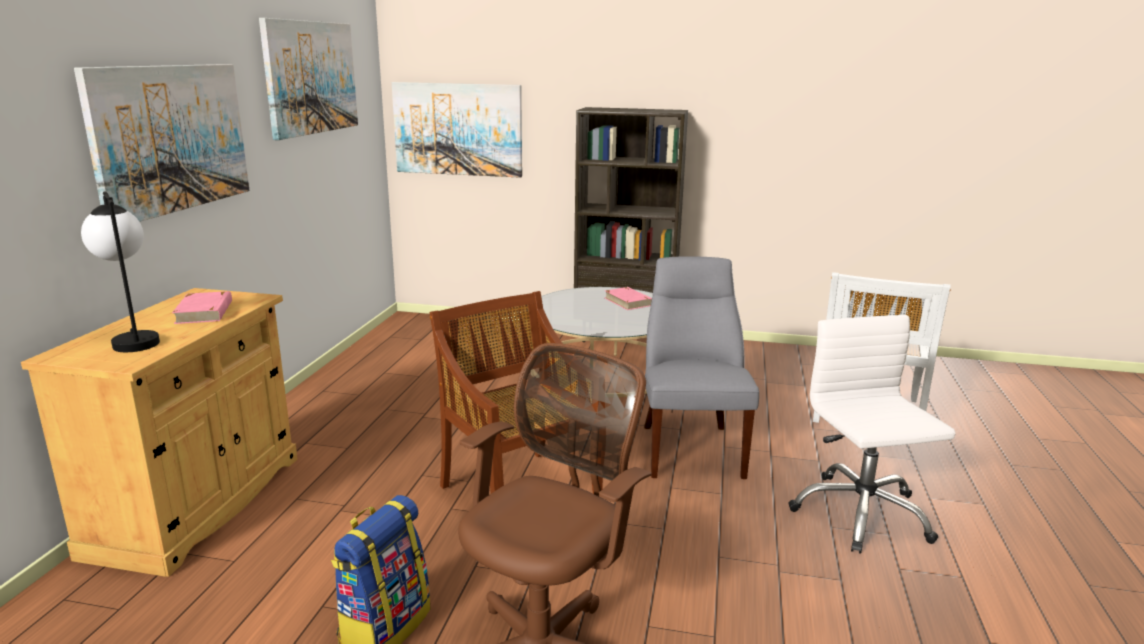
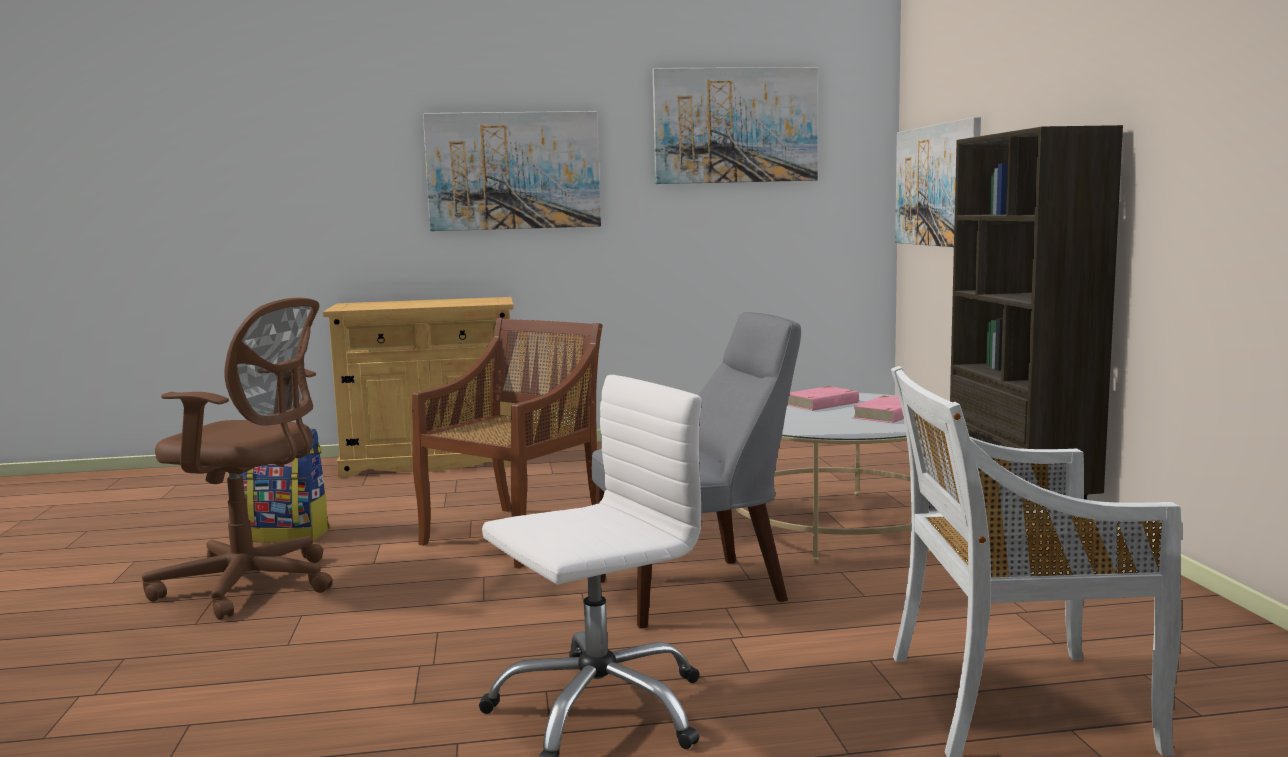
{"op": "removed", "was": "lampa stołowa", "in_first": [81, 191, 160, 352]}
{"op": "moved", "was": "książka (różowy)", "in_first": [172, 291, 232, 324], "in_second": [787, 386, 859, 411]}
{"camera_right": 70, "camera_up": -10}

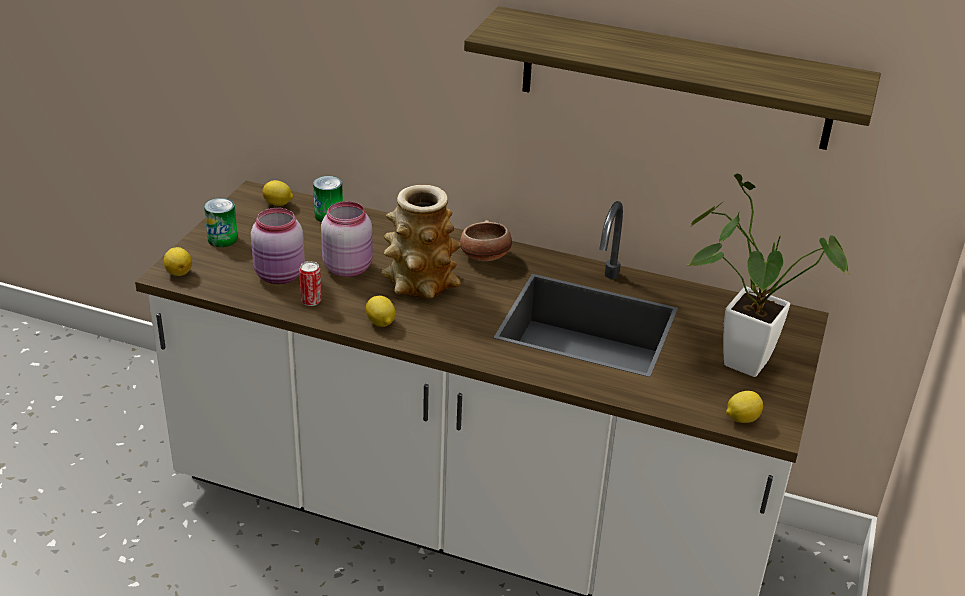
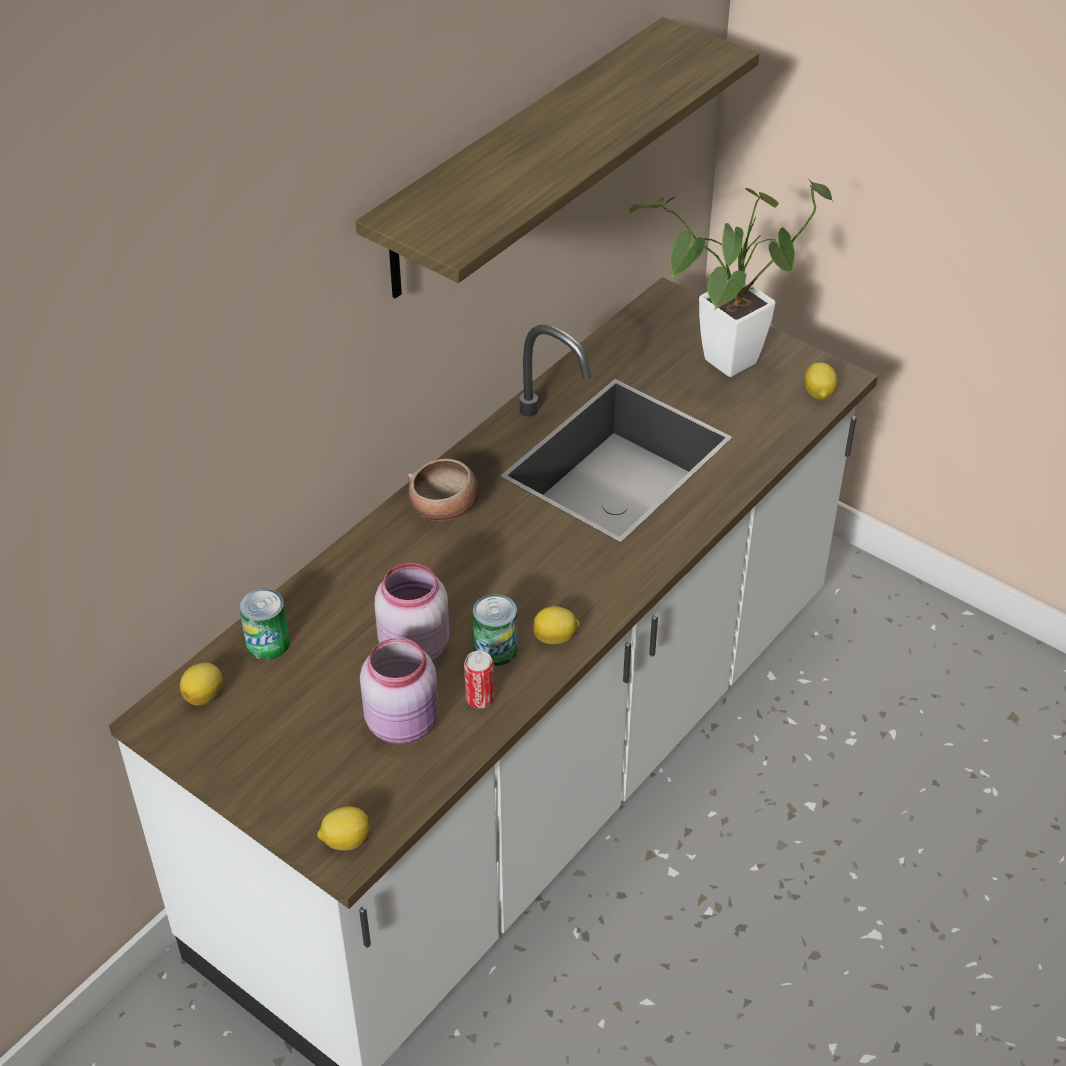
{"op": "moved", "was": "puszka", "in_first": [204, 198, 238, 247], "in_second": [473, 594, 518, 666]}
{"op": "removed", "was": "wazon", "in_first": [381, 185, 461, 298]}
{"camera_right": -70, "camera_up": 10}

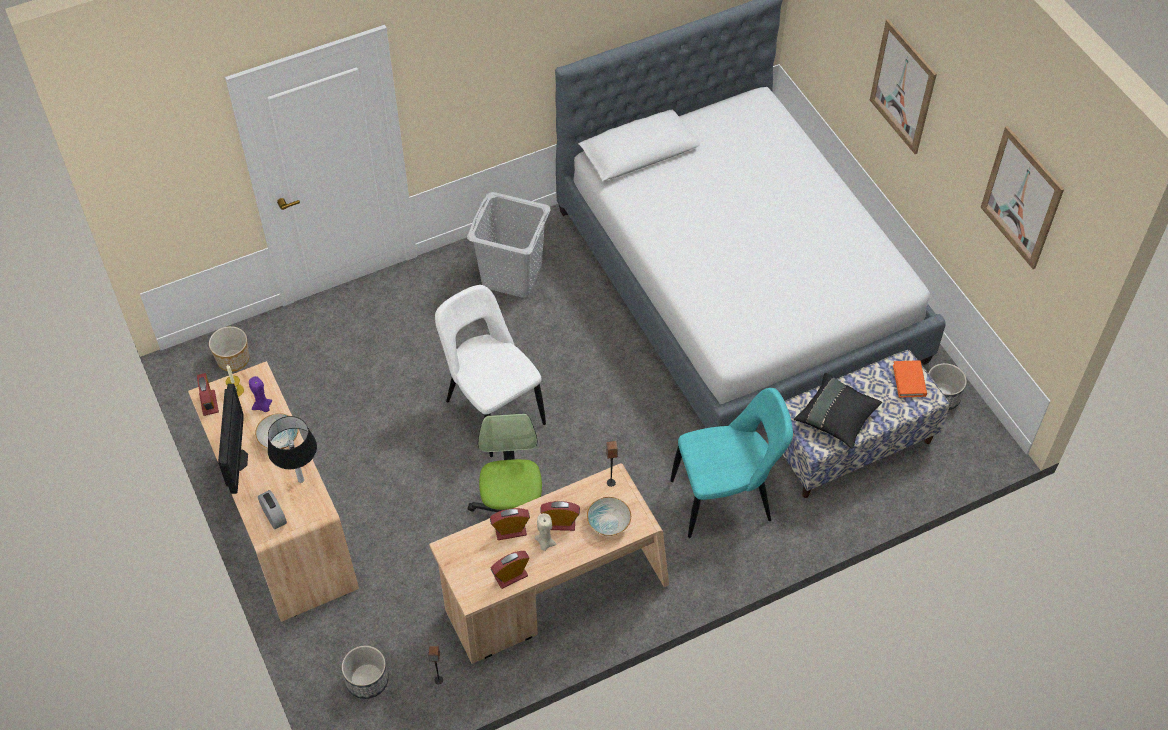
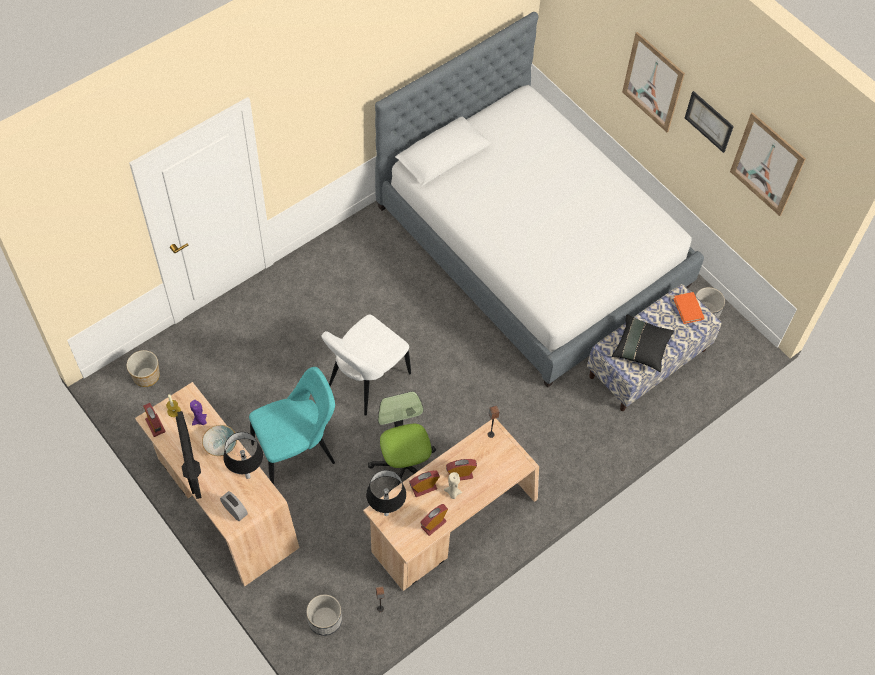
{"op": "turned", "was": "krzesło (biały)", "in_first": [435, 285, 546, 457], "in_second": [322, 314, 411, 416], "clockwise": -90}
{"op": "removed", "was": "kosz na pranie (szary)", "in_first": [467, 192, 551, 298]}
{"op": "removed", "was": "miska", "in_first": [587, 497, 631, 536]}
{"op": "moved", "was": "krzesło (turkusowy)", "in_first": [670, 388, 793, 538], "in_second": [249, 367, 335, 485]}
{"op": "added", "now": "lampa stołowa (czarny)", "in_second": [366, 470, 406, 516]}
{"op": "added", "now": "obraz", "in_second": [685, 91, 734, 153]}
{"camera_right": -15, "camera_up": 5}

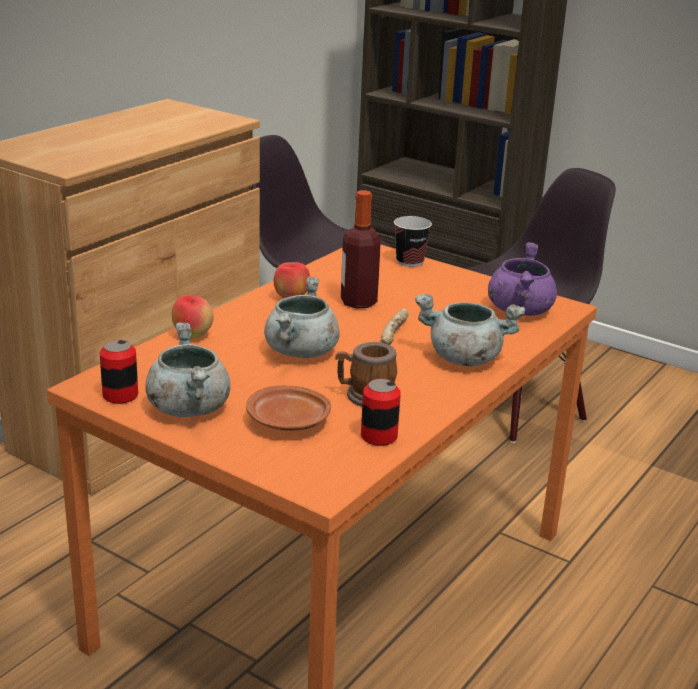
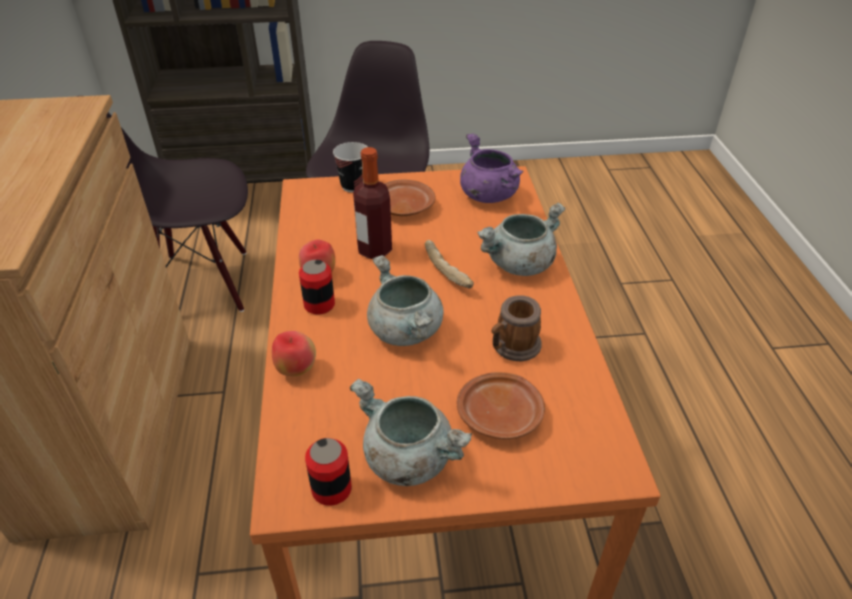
{"op": "moved", "was": "puszka", "in_first": [361, 379, 401, 446], "in_second": [299, 259, 335, 315]}
{"op": "added", "now": "talerz (brązowy)", "in_second": [384, 180, 435, 216]}
{"camera_right": -40, "camera_up": 15}

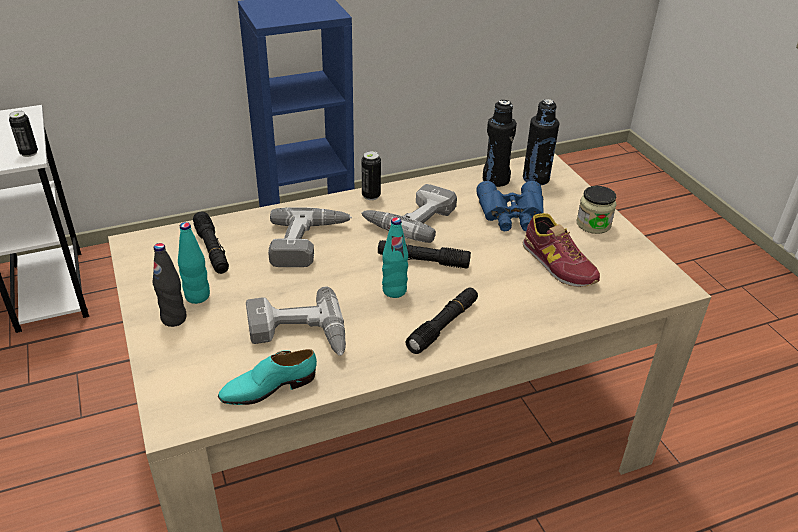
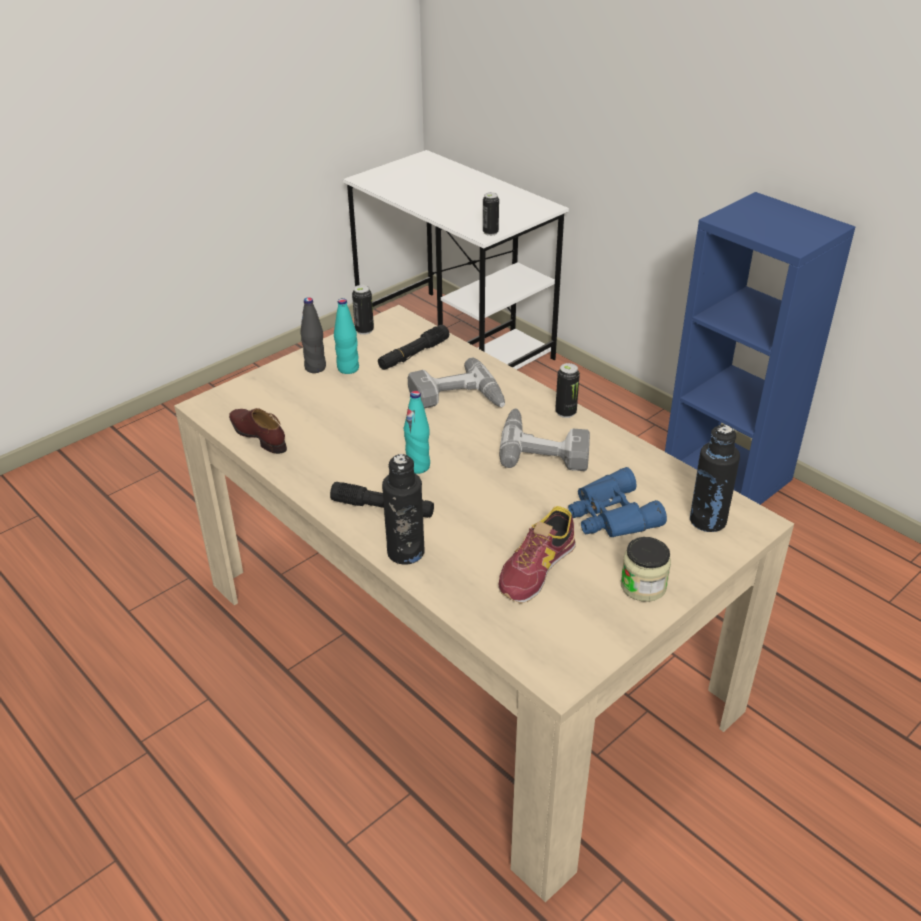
{"op": "recoloured", "was": "but (turkusowy)", "now": "but (brązowy)", "in_first": [218, 349, 317, 405], "in_second": [229, 408, 287, 454]}
{"op": "removed", "was": "wiertarka", "in_first": [246, 286, 346, 356]}
{"op": "removed", "was": "latarka (czarny)", "in_first": [378, 240, 471, 269]}
{"op": "moved", "was": "butelka (czarny)", "in_first": [483, 100, 517, 187], "in_second": [382, 454, 424, 565]}
{"op": "added", "now": "puszka", "in_second": [352, 285, 374, 335]}
{"camera_right": 70, "camera_up": 0}

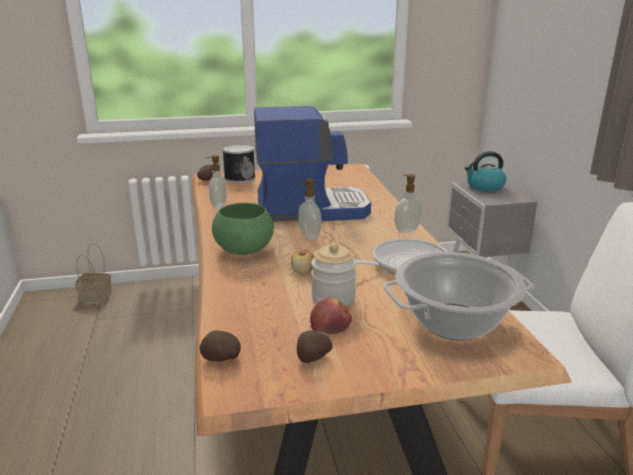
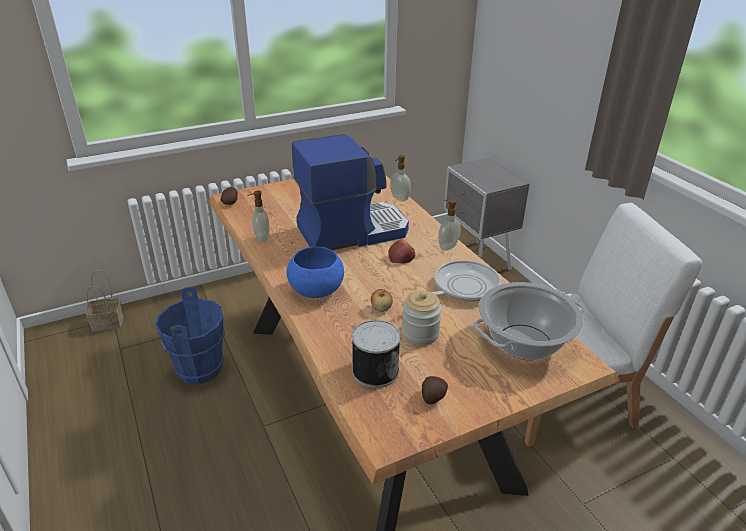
{"op": "removed", "was": "ziemniak", "in_first": [200, 330, 241, 362]}
{"op": "recoloured", "was": "miska (zielony)", "now": "miska (niebieski)", "in_first": [212, 203, 274, 255], "in_second": [287, 247, 344, 298]}
{"op": "moved", "was": "puszka", "in_first": [222, 144, 255, 183], "in_second": [352, 320, 401, 388]}
{"op": "moved", "was": "dozownik mydła", "in_first": [298, 178, 322, 240], "in_second": [390, 155, 411, 201]}
{"op": "moved", "was": "jabłko", "in_first": [310, 298, 352, 334], "in_second": [388, 240, 415, 263]}
{"op": "removed", "was": "czajnik", "in_first": [464, 151, 507, 192]}
{"op": "added", "now": "wiadro (niebieski)", "in_second": [155, 287, 225, 384]}
{"camera_right": -15, "camera_up": 10}

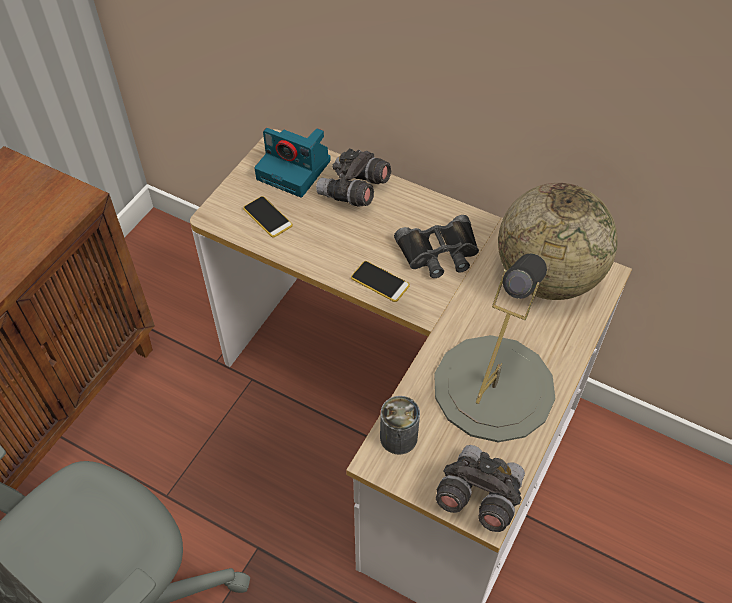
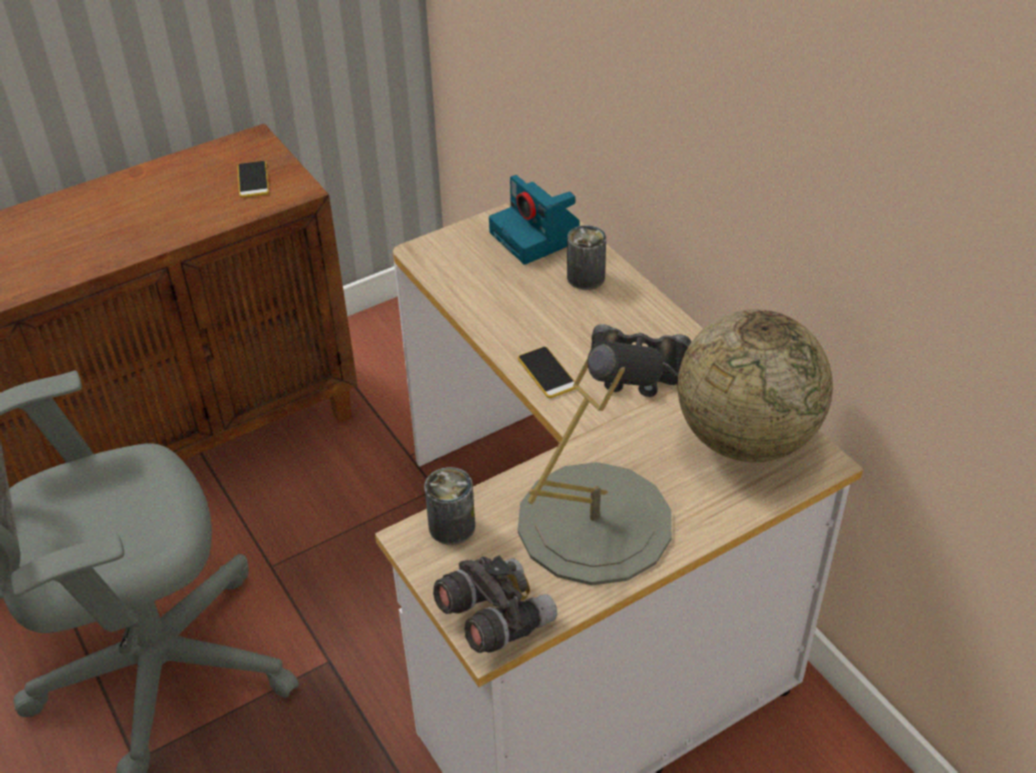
{"op": "moved", "was": "telefon", "in_first": [243, 196, 293, 238], "in_second": [237, 161, 269, 198]}
{"op": "replaced", "was": "lornetka (szary)", "now": "puszka", "in_first": [316, 148, 391, 206], "in_second": [567, 225, 606, 290]}
{"camera_right": 30, "camera_up": -10}

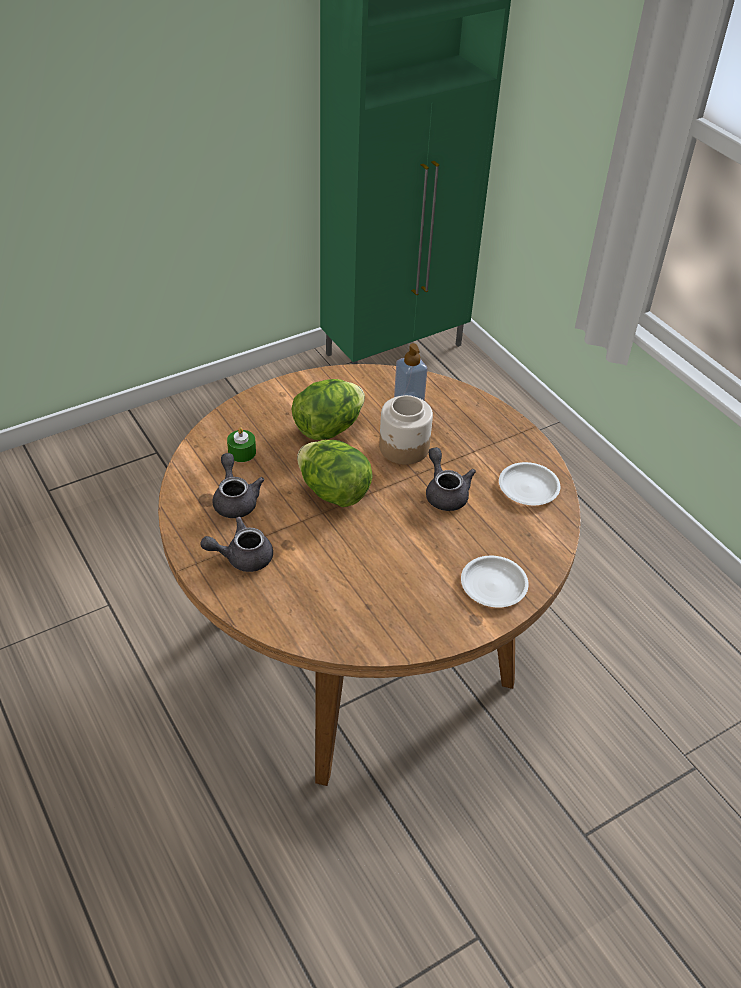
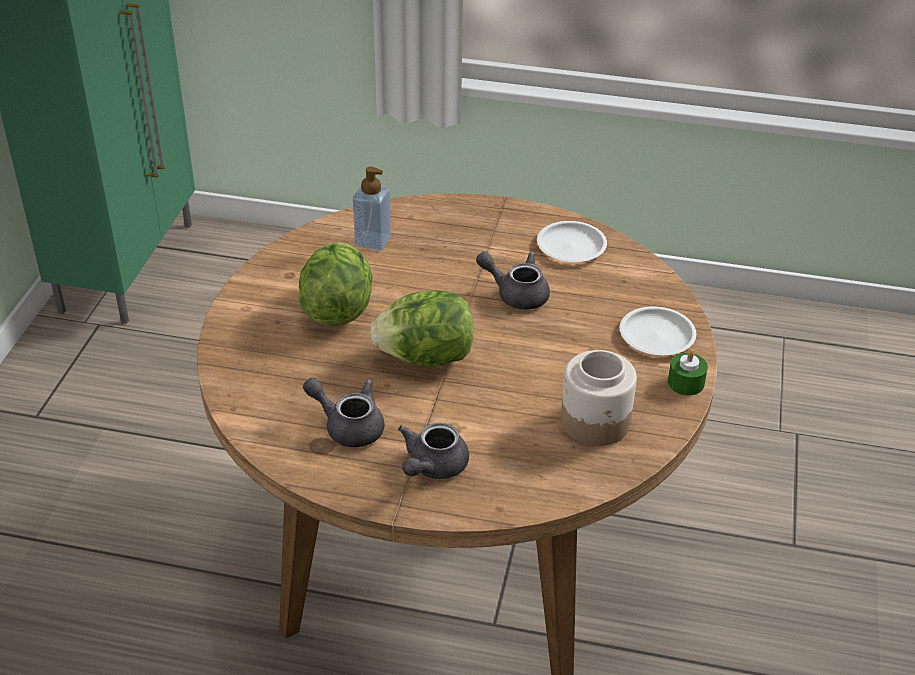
{"op": "moved", "was": "świeca (zielony)", "in_first": [227, 427, 256, 462], "in_second": [668, 349, 708, 395]}
{"op": "moved", "was": "słoik", "in_first": [379, 395, 433, 465], "in_second": [561, 350, 637, 446]}
{"camera_right": -45, "camera_up": -5}

